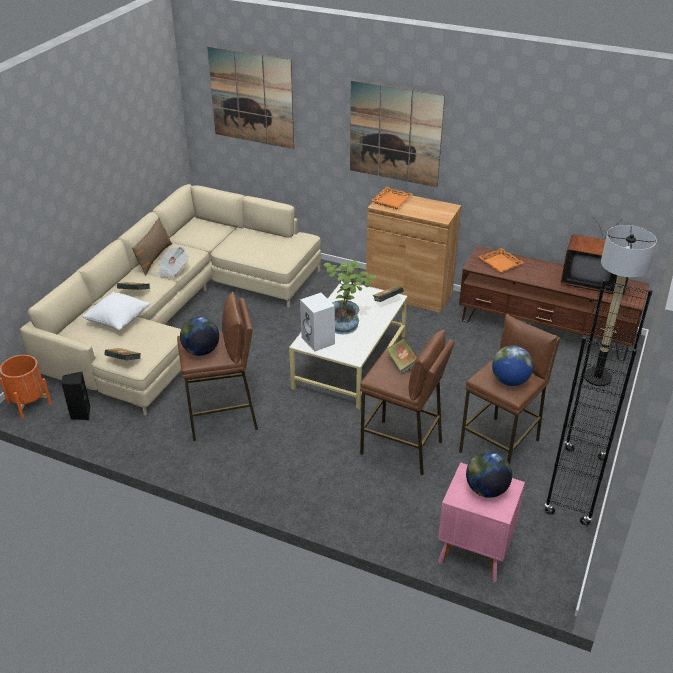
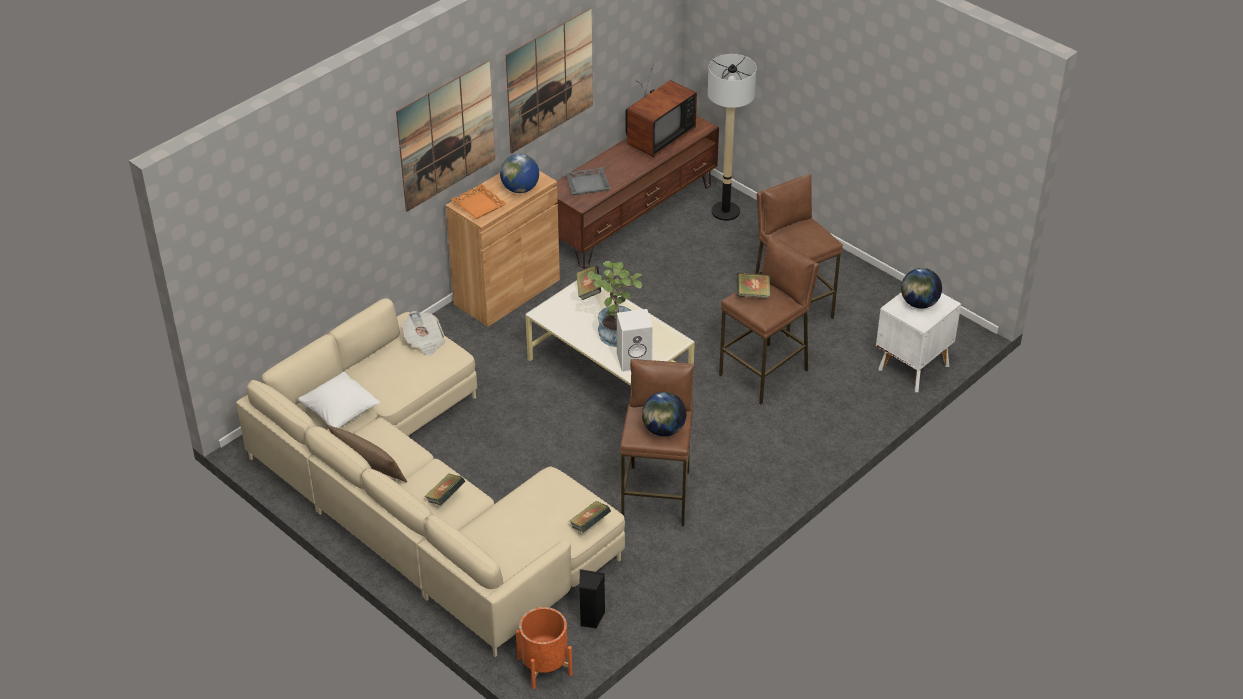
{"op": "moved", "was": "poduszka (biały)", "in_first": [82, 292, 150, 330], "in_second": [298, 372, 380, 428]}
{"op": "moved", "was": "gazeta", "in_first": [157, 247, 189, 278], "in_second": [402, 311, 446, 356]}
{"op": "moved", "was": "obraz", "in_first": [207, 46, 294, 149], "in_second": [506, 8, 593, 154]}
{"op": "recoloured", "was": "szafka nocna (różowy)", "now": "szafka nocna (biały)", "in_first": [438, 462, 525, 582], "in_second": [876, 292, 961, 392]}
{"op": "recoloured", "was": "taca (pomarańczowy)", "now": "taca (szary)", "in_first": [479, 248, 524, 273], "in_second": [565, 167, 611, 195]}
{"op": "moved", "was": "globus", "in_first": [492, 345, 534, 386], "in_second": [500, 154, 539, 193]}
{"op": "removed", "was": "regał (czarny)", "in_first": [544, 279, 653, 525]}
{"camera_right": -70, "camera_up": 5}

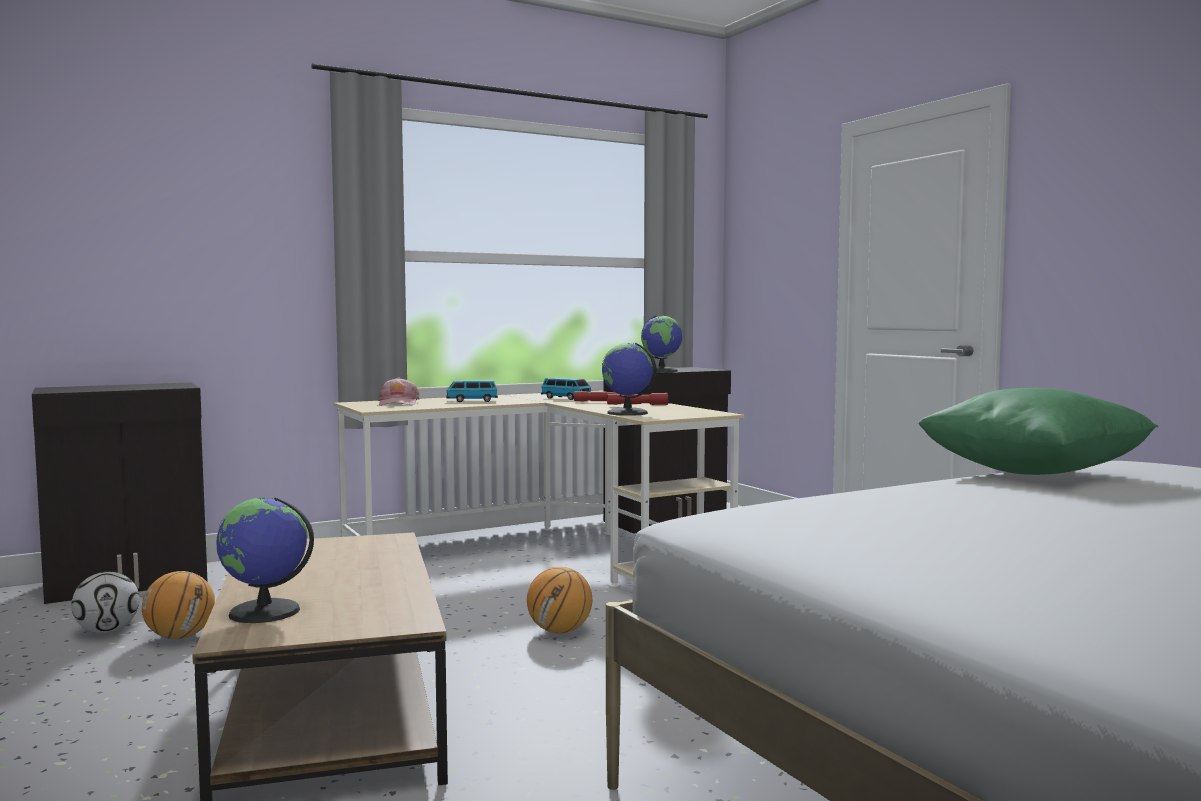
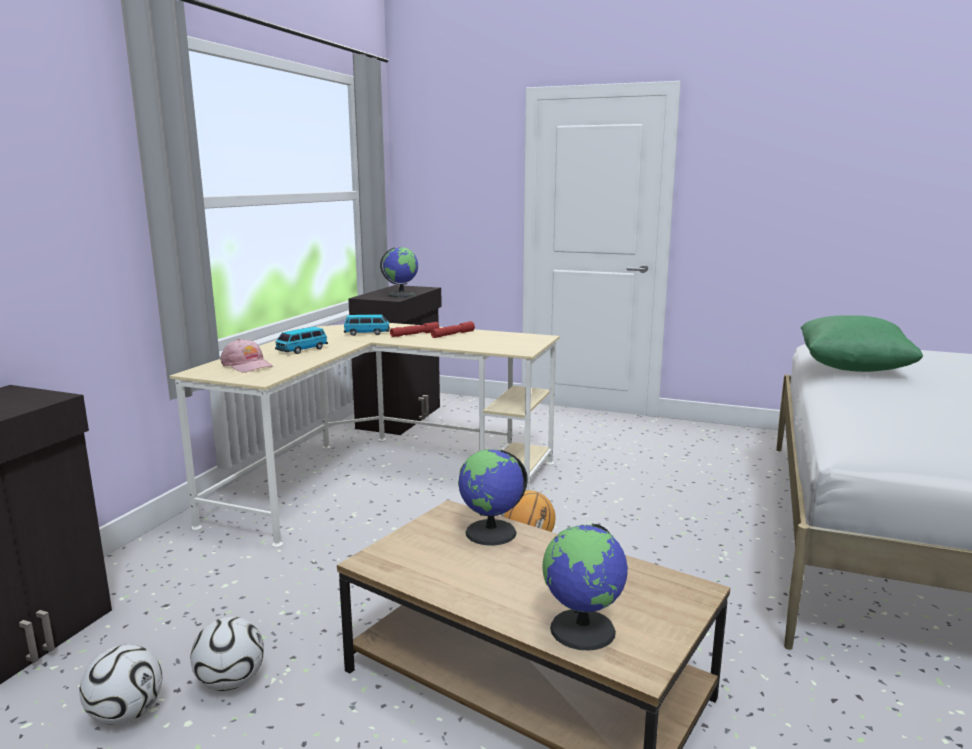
{"op": "replaced", "was": "piłka do koszykówki", "now": "piłka futbolowa", "in_first": [142, 571, 215, 639], "in_second": [190, 617, 264, 691]}
{"op": "moved", "was": "globus", "in_first": [602, 343, 657, 416], "in_second": [458, 449, 528, 545]}
{"camera_right": -40, "camera_up": 10}

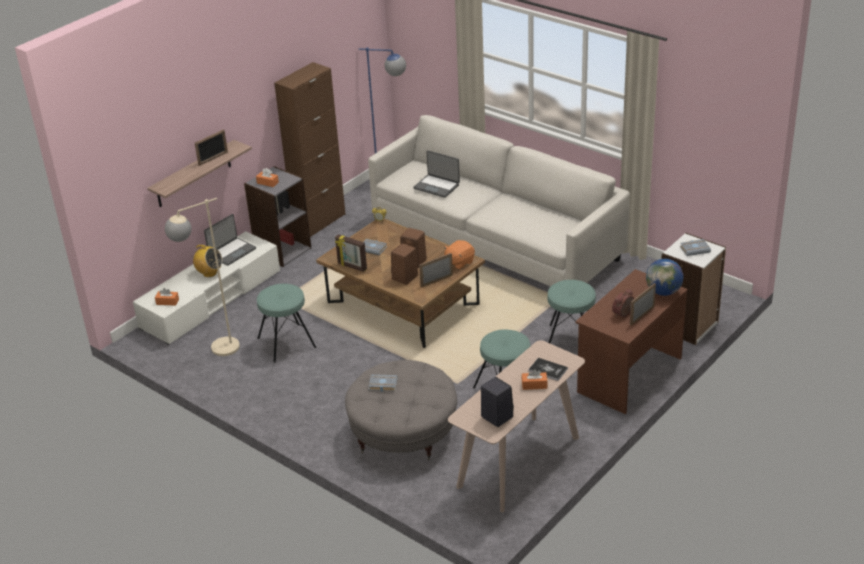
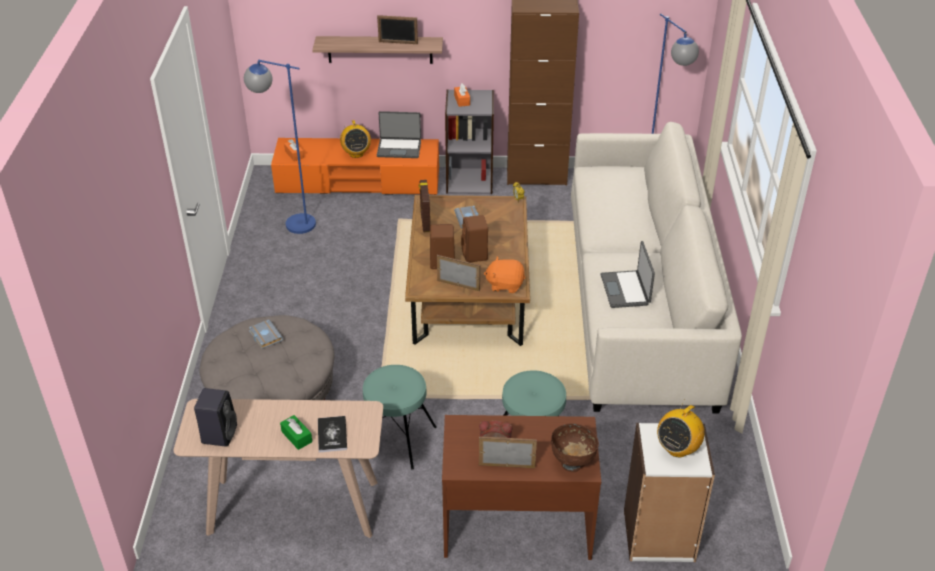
{"op": "recoloured", "was": "szafka pod telewizor (biały)", "now": "szafka pod telewizor (pomarańczowy)", "in_first": [133, 231, 280, 345], "in_second": [271, 138, 439, 195]}
{"op": "recoloured", "was": "lampa stojąca (beżowy)", "now": "lampa stojąca (niebieski)", "in_first": [165, 198, 240, 356], "in_second": [244, 60, 316, 234]}
{"op": "removed", "was": "stołek (turkusowy)", "in_first": [257, 284, 317, 363]}
{"op": "moved", "was": "laptop", "in_first": [413, 150, 460, 198], "in_second": [600, 241, 655, 308]}
{"op": "recoloured", "was": "pudełko chusteczek (pomarańczowy)", "now": "pudełko chusteczek (zielony)", "in_first": [522, 369, 548, 390], "in_second": [280, 415, 312, 450]}
{"op": "replaced", "was": "globus", "now": "miska (brązowy)", "in_first": [646, 259, 683, 296], "in_second": [551, 423, 599, 472]}
{"op": "replaced", "was": "książka (szary)", "now": "radio", "in_first": [680, 239, 711, 256], "in_second": [657, 404, 705, 457]}
{"camera_right": 50, "camera_up": 5}

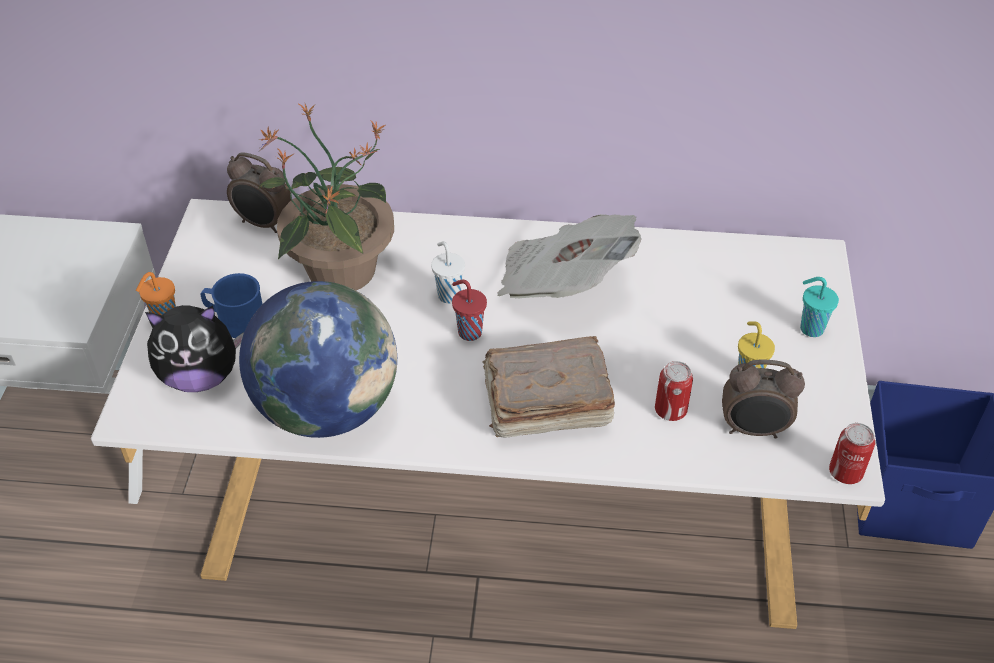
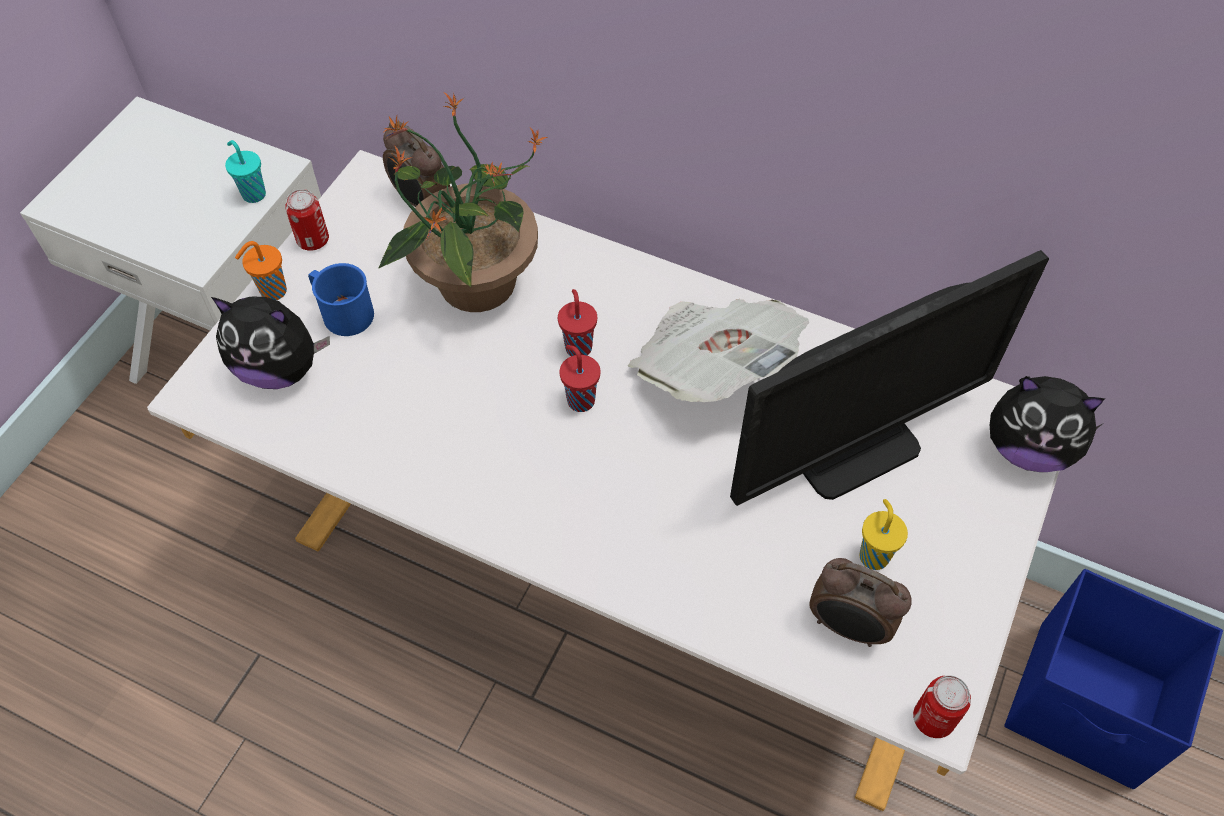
{"op": "removed", "was": "globus", "in_first": [239, 281, 397, 438]}
{"op": "recoloured", "was": "filiżanka (biały)", "now": "filiżanka (czerwony)", "in_first": [431, 241, 465, 304], "in_second": [558, 289, 597, 356]}
{"op": "removed", "was": "książka (brązowy)", "in_first": [482, 336, 615, 438]}
{"op": "moved", "was": "puszka", "in_first": [655, 361, 693, 421], "in_second": [285, 189, 329, 251]}
{"op": "moved", "was": "filiżanka (turkusowy)", "in_first": [800, 277, 839, 337], "in_second": [225, 140, 266, 203]}
{"op": "added", "now": "monitor", "in_second": [730, 250, 1049, 506]}
{"op": "added", "now": "pluszak", "in_second": [990, 376, 1105, 472]}
{"camera_right": 20, "camera_up": 10}

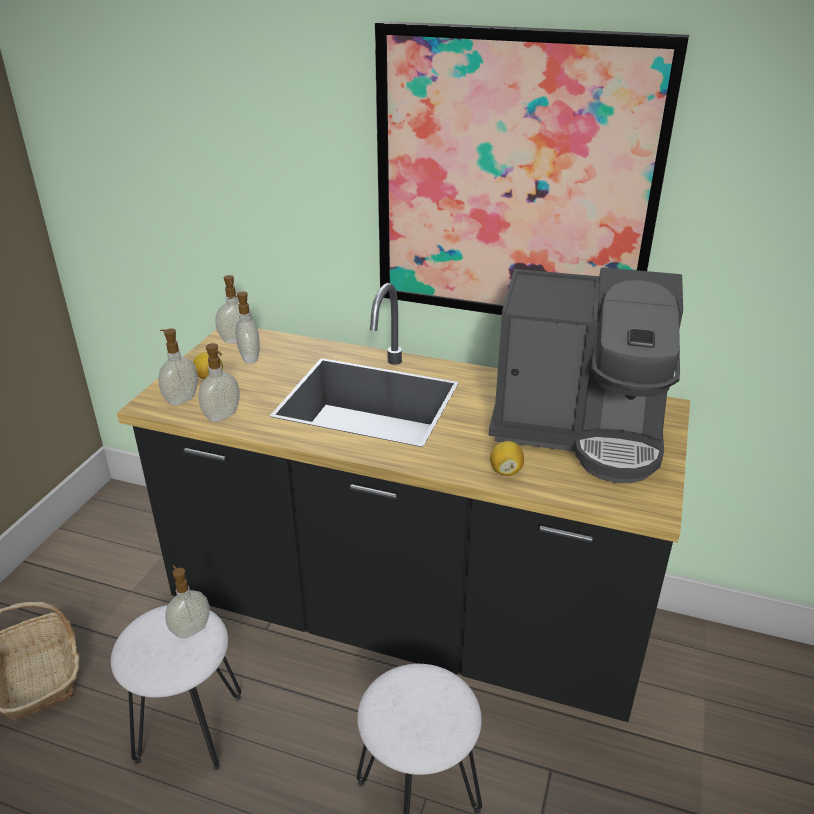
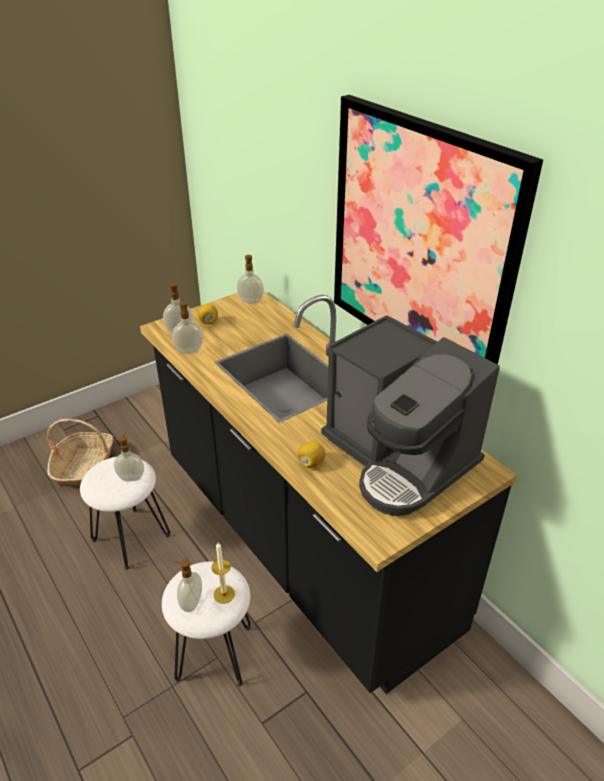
{"op": "moved", "was": "dozownik mydła", "in_first": [228, 291, 260, 363], "in_second": [173, 559, 202, 612]}
{"op": "added", "now": "świeca", "in_second": [211, 543, 235, 604]}
{"camera_right": 35, "camera_up": 5}

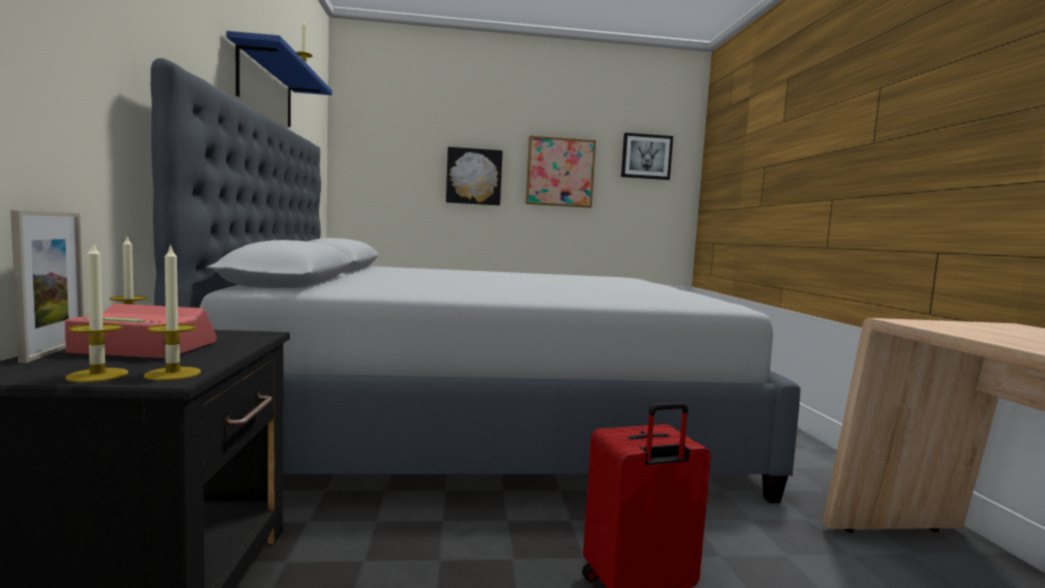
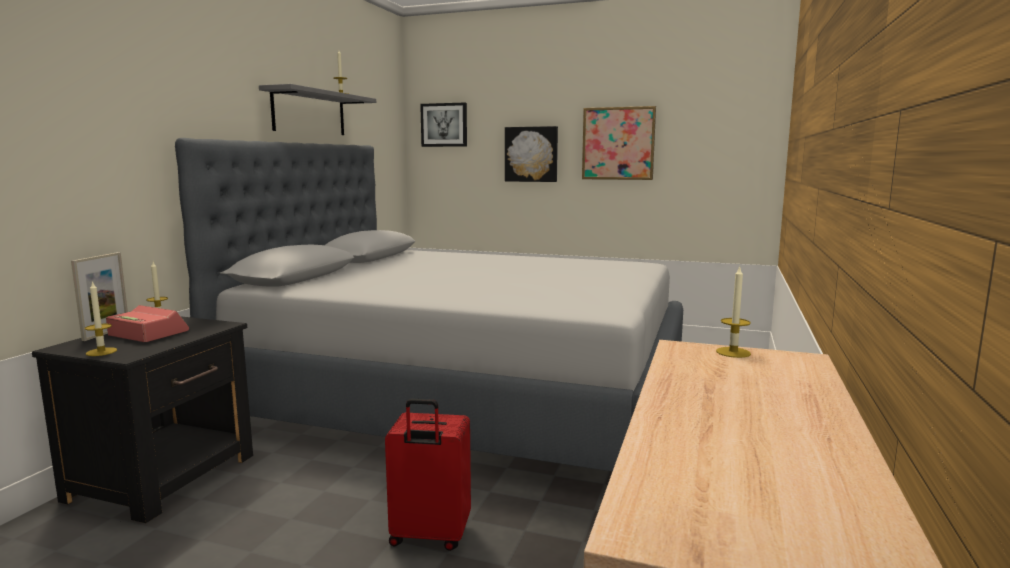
{"op": "moved", "was": "świeca", "in_first": [144, 244, 201, 381], "in_second": [716, 266, 751, 358]}
{"op": "recoloured", "was": "półka (niebieski)", "now": "półka (szary)", "in_first": [227, 31, 332, 127], "in_second": [259, 84, 376, 135]}
{"op": "moved", "was": "obraz", "in_first": [621, 133, 673, 180], "in_second": [420, 102, 467, 147]}
{"camera_right": 25, "camera_up": 5}

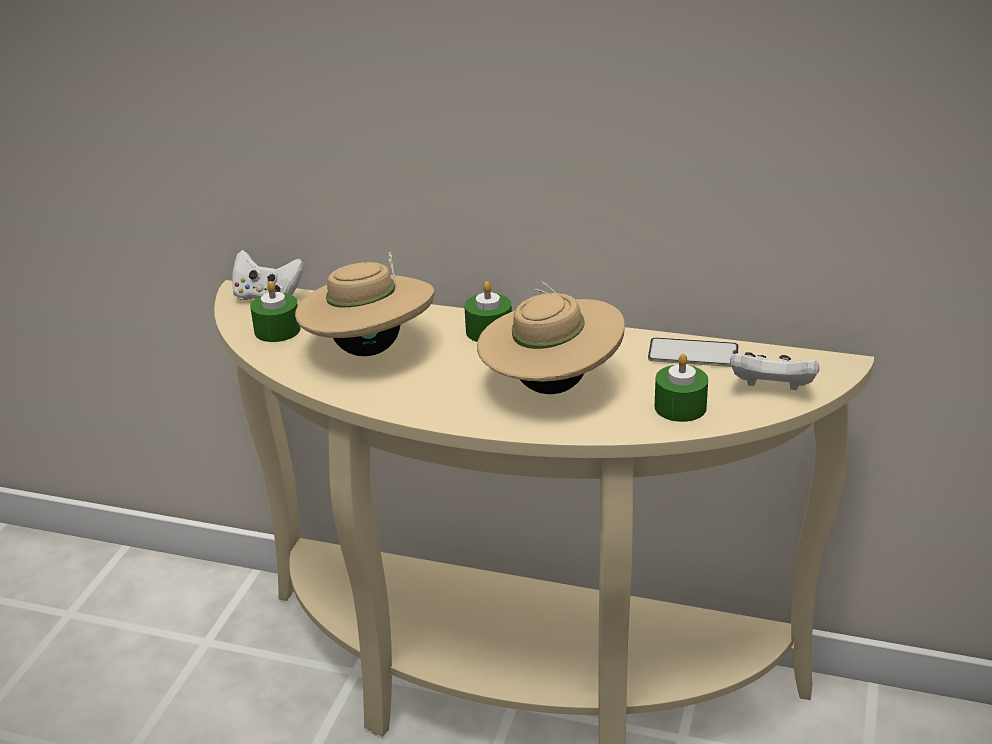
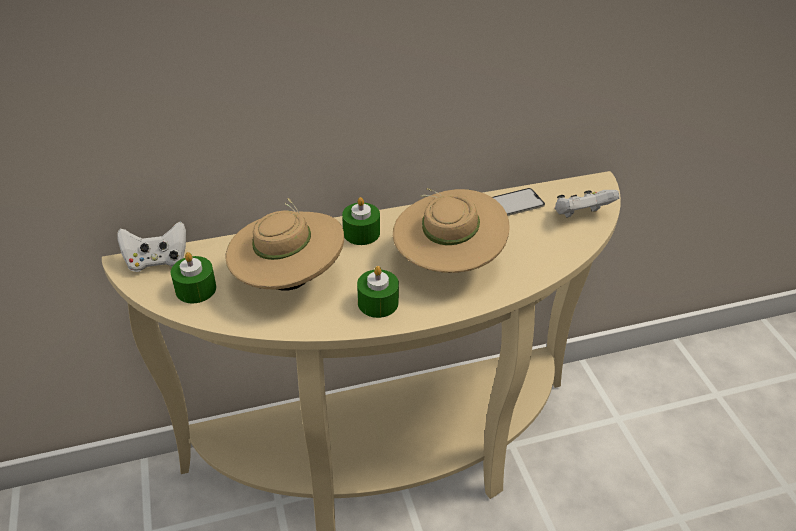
{"op": "moved", "was": "świeca (zielony)", "in_first": [655, 354, 708, 422], "in_second": [357, 266, 399, 318]}
{"camera_right": -35, "camera_up": 10}

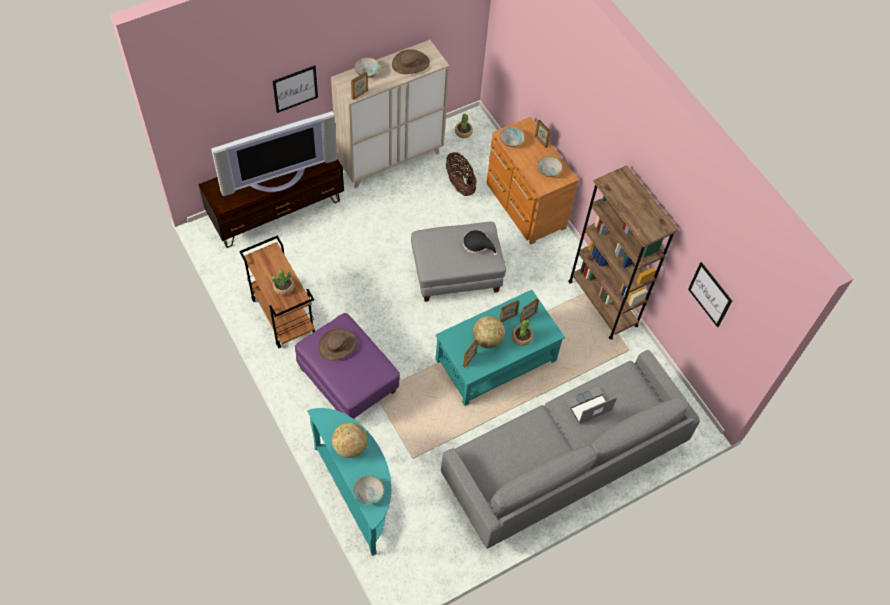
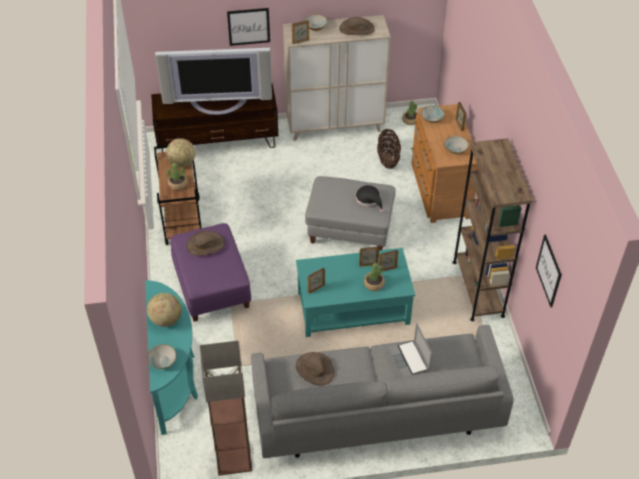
{"op": "moved", "was": "globus", "in_first": [473, 316, 505, 349], "in_second": [166, 138, 196, 168]}
{"op": "turned", "was": "laptop", "in_first": [565, 387, 617, 425], "in_second": [388, 323, 432, 377], "clockwise": -105}
{"op": "added", "now": "lampa stojąca", "in_second": [199, 340, 253, 476]}
{"op": "added", "now": "kapelusz (brązowy)", "in_second": [296, 352, 334, 385]}
{"camera_right": 25, "camera_up": -10}

